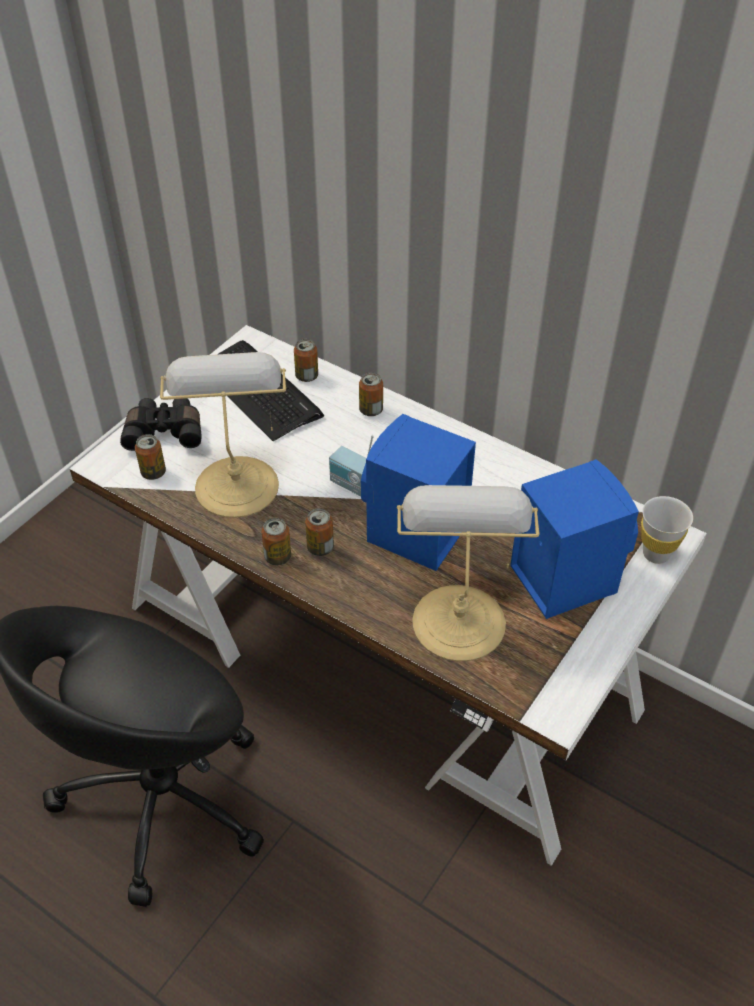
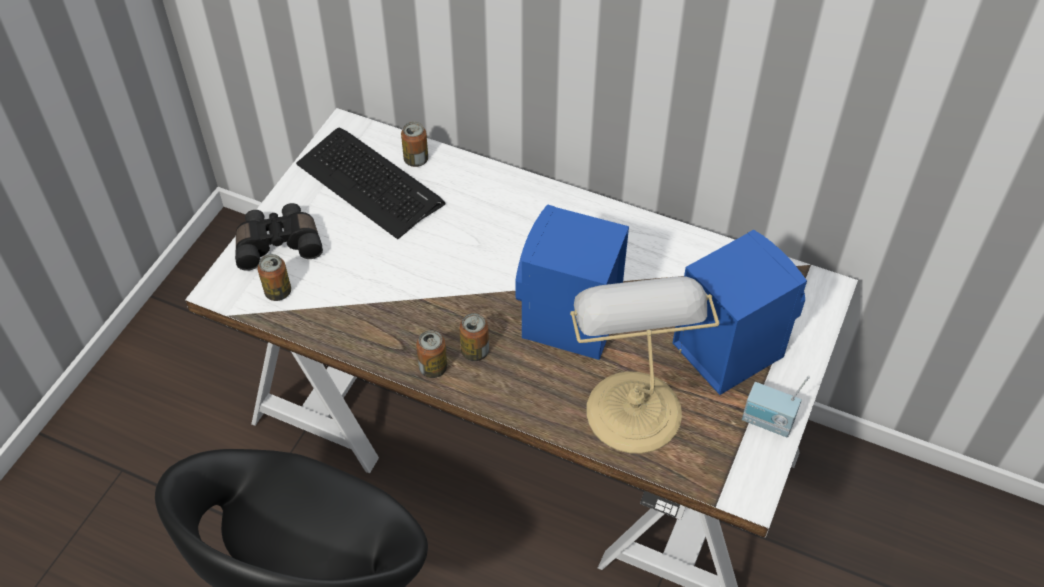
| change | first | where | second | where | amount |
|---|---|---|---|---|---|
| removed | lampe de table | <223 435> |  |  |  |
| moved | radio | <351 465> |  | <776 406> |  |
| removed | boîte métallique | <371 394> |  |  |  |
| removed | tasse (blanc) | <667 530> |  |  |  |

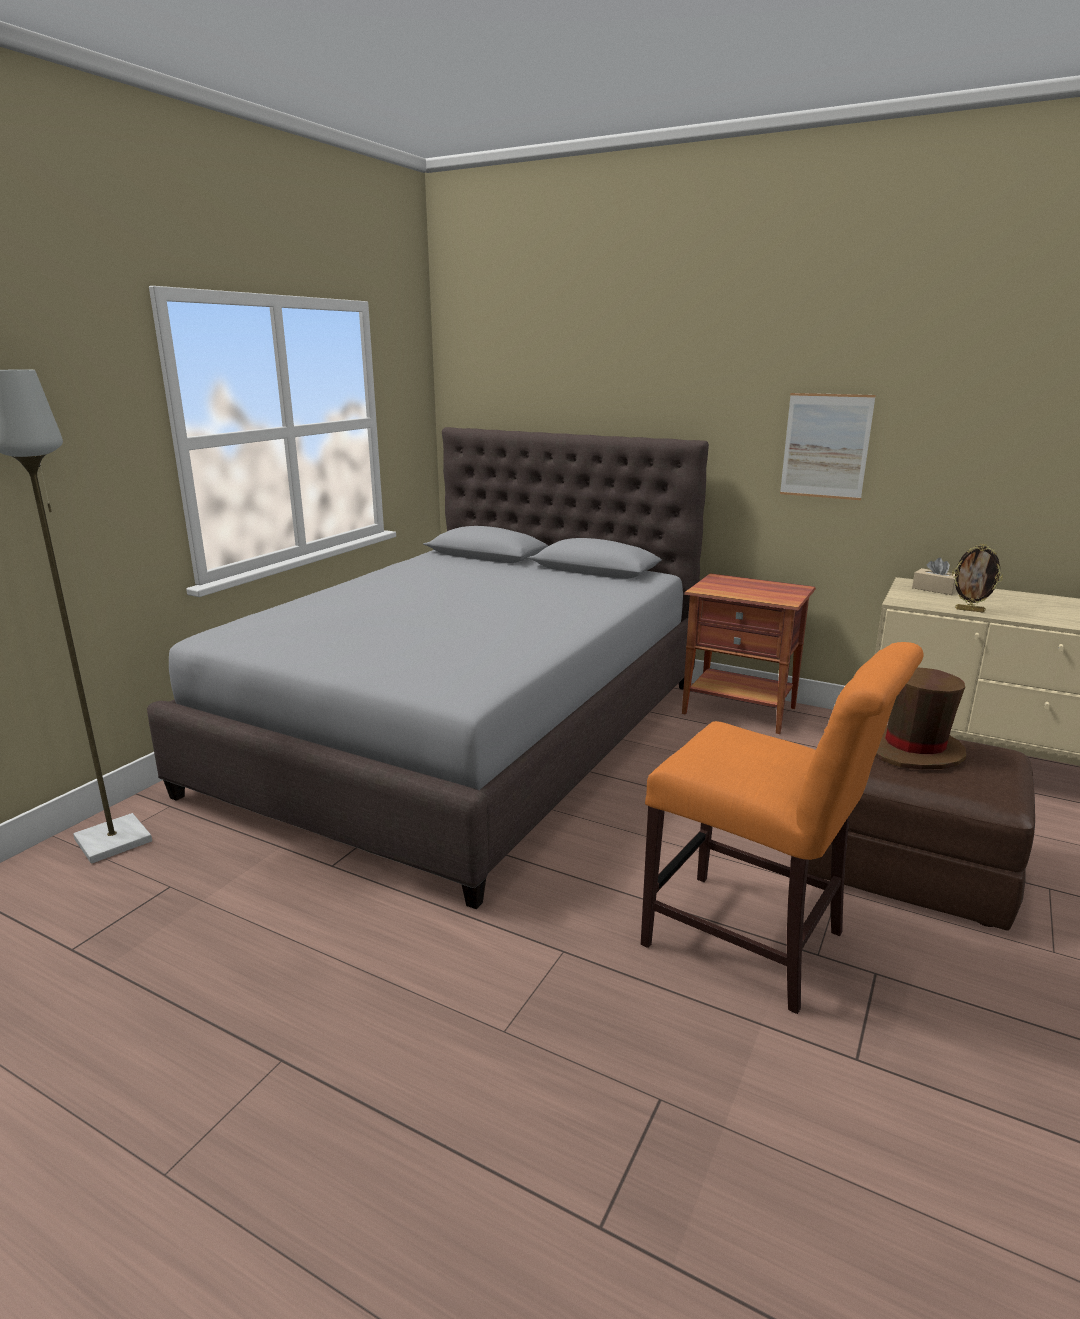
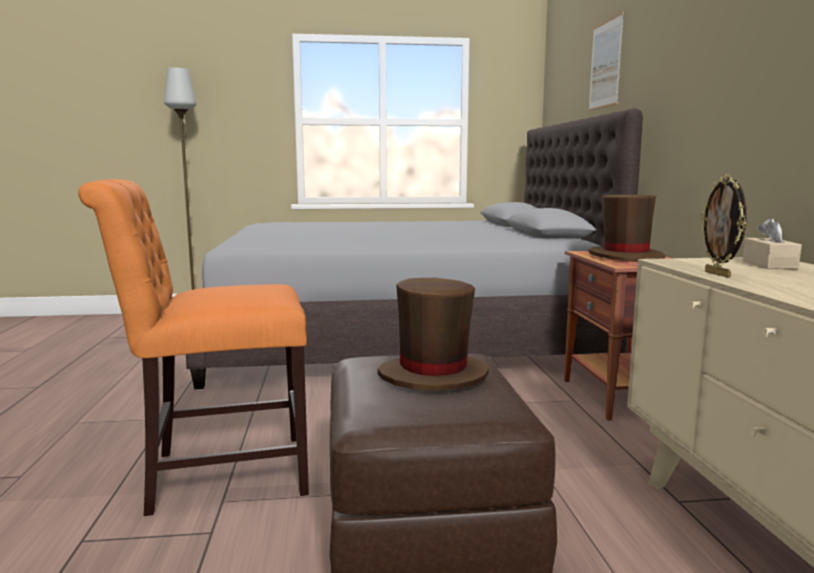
| change | first | where | second | where | amount |
|---|---|---|---|---|---|
| turned | chaise (orange) | <782 828> |  | <193 347> | 75 degrees clockwise |
| moved | tableau | <828 446> |  | <606 61> |  |
| added |  |  | chapeau (marron) | <627 228> |  |

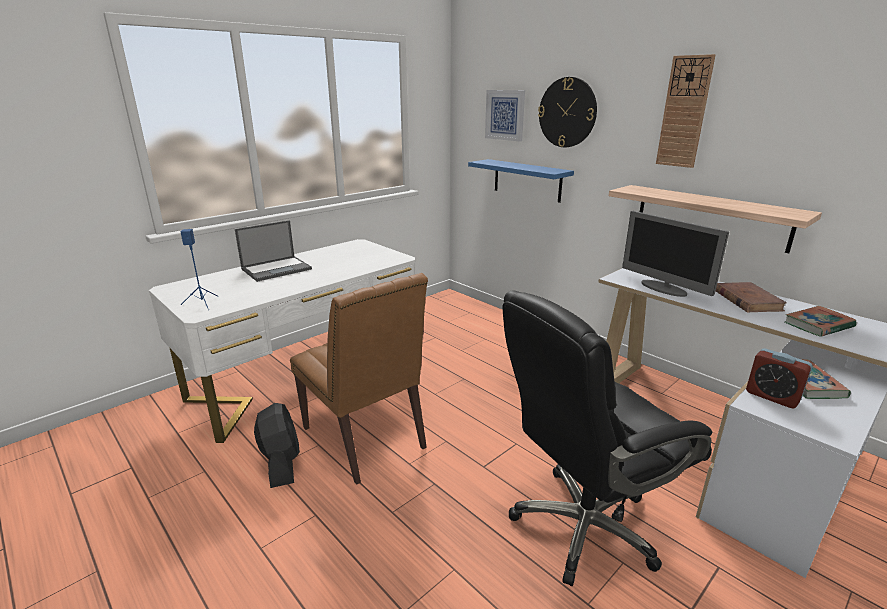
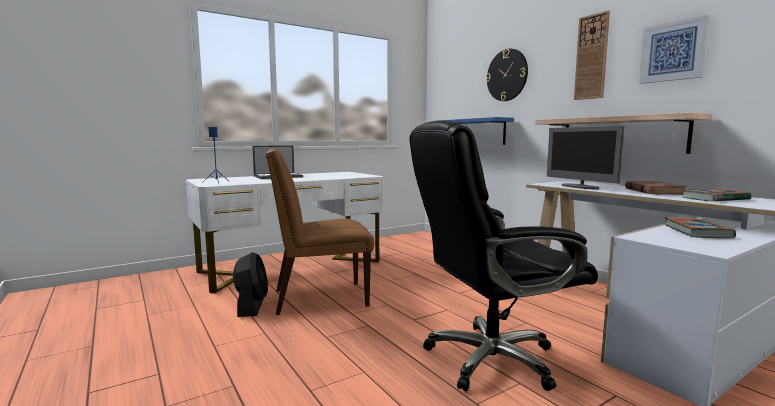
| change | first | where | second | where | amount |
|---|---|---|---|---|---|
| turned | chaise (marron) | <359 378> |  | <320 232> | 105 degrees clockwise |
| moved | tableau | <505 115> |  | <674 49> |  |
| removed | réveil | <779 378> |  |  |  |

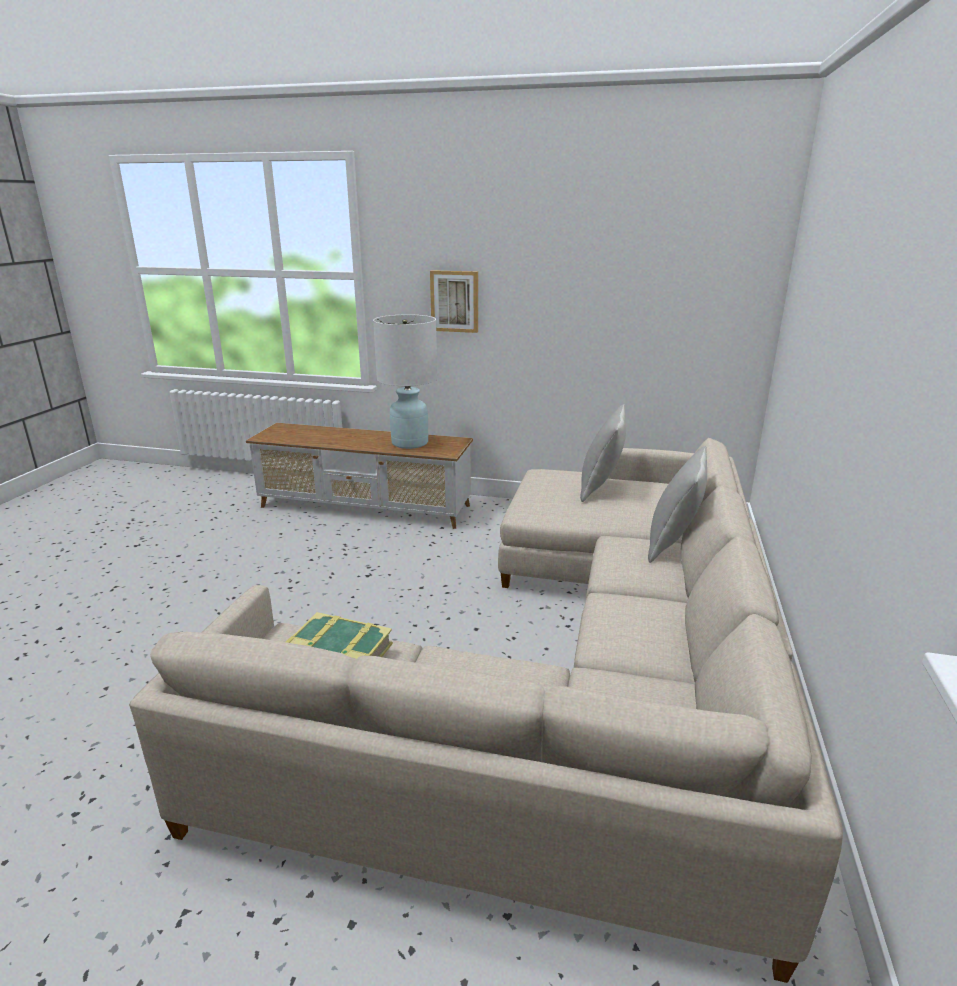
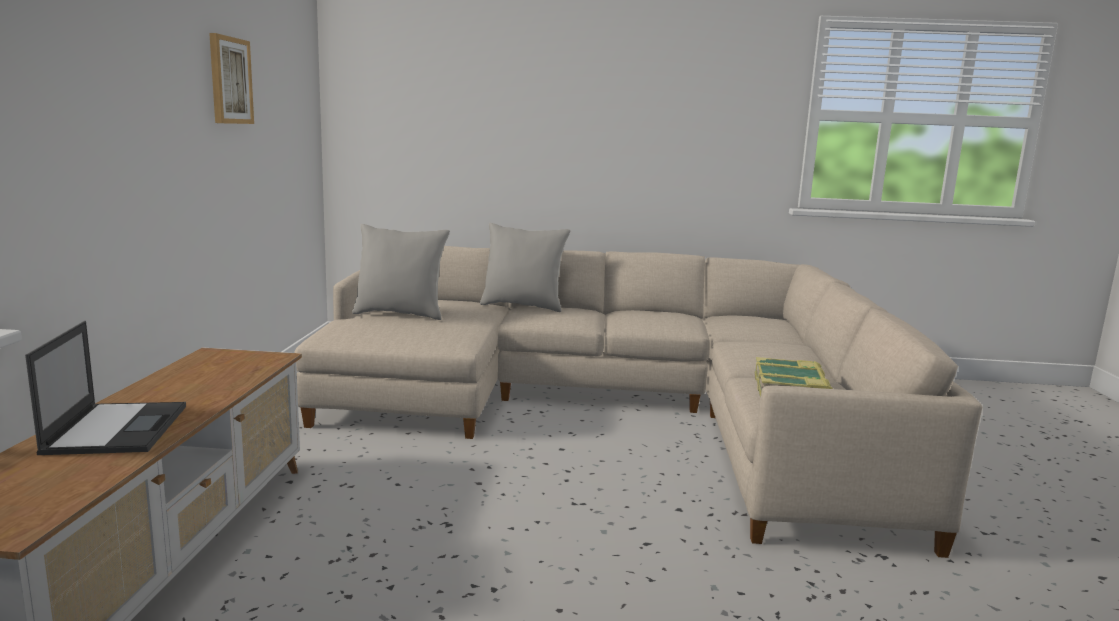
| change | first | where | second | where | amount |
|---|---|---|---|---|---|
| removed | lampe de table (blanc) | <405 381> |  |  |  |
| moved | tableau | <454 301> |  | <231 78> |  |
| added |  |  | ordinateur portable | <105 388> |  |

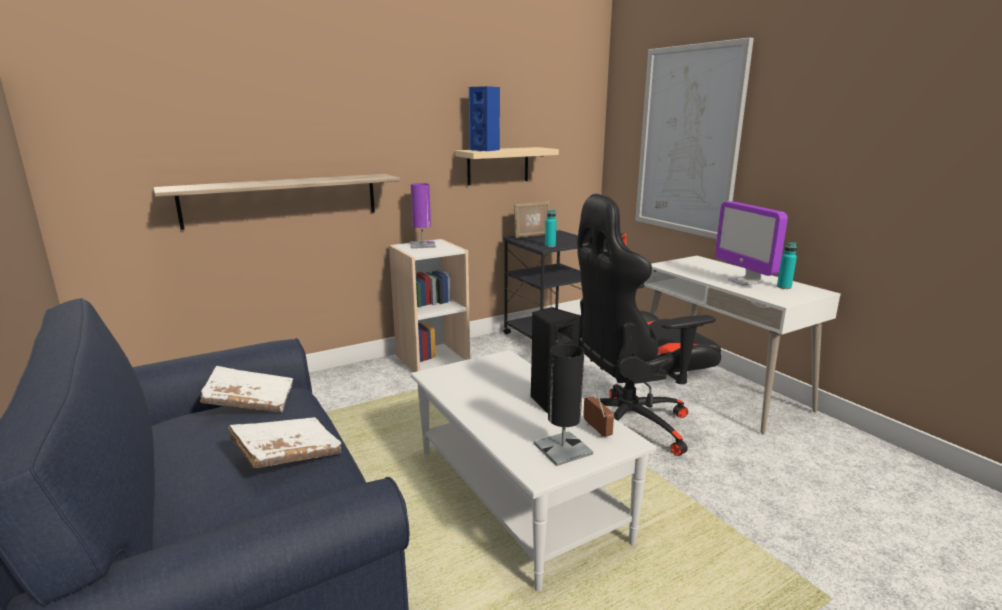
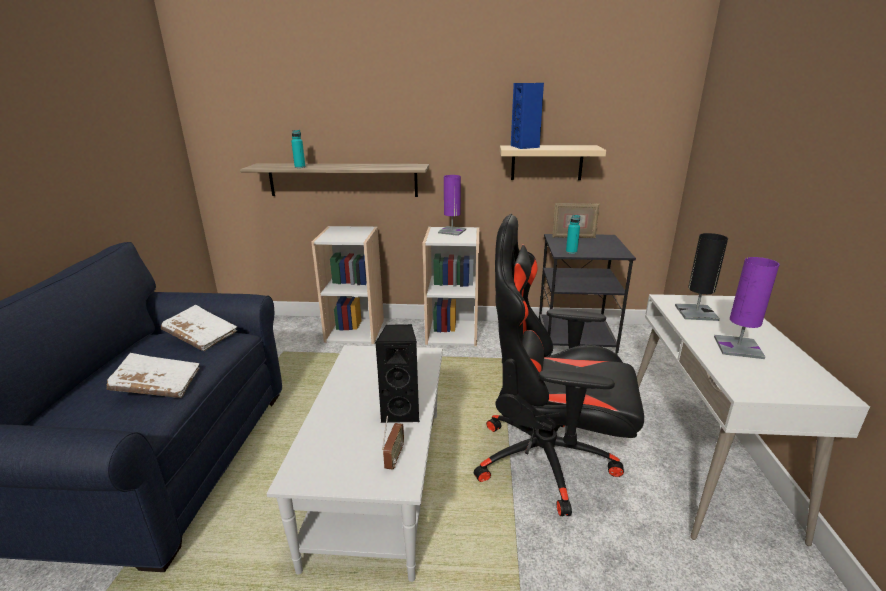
| change | first | where | second | where | amount |
|---|---|---|---|---|---|
| moved | lampe de table (noir) | <563 405> |  | <701 277> |  |
| removed | tableau | <694 138> |  |  |  |
| replaced | écran d'ordinateur | <751 243> | lampe de table (violet) | <747 308> |  |
| moved | bouteille (turquoise) | <787 265> |  | <298 149> |  |
| added |  |  | bibliothèque | <347 285> |  |

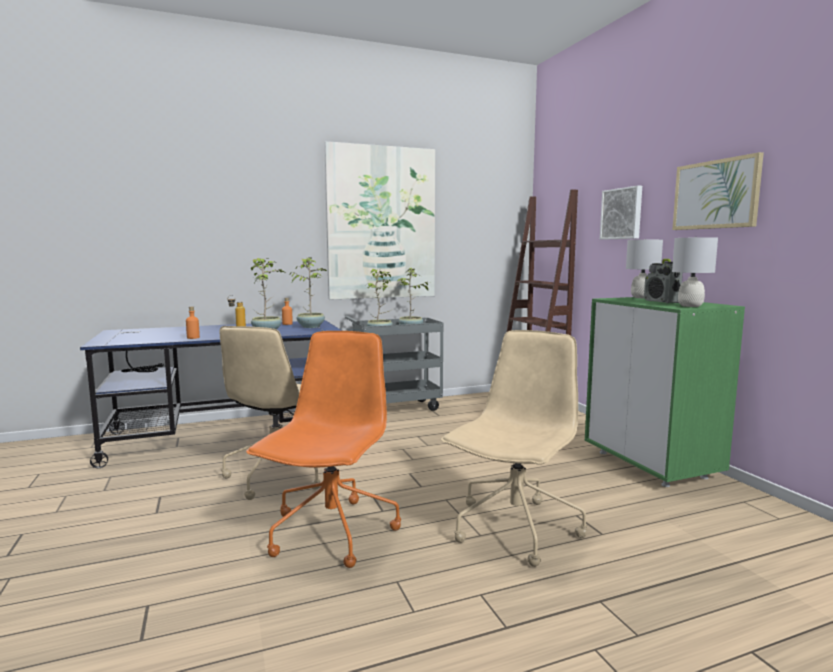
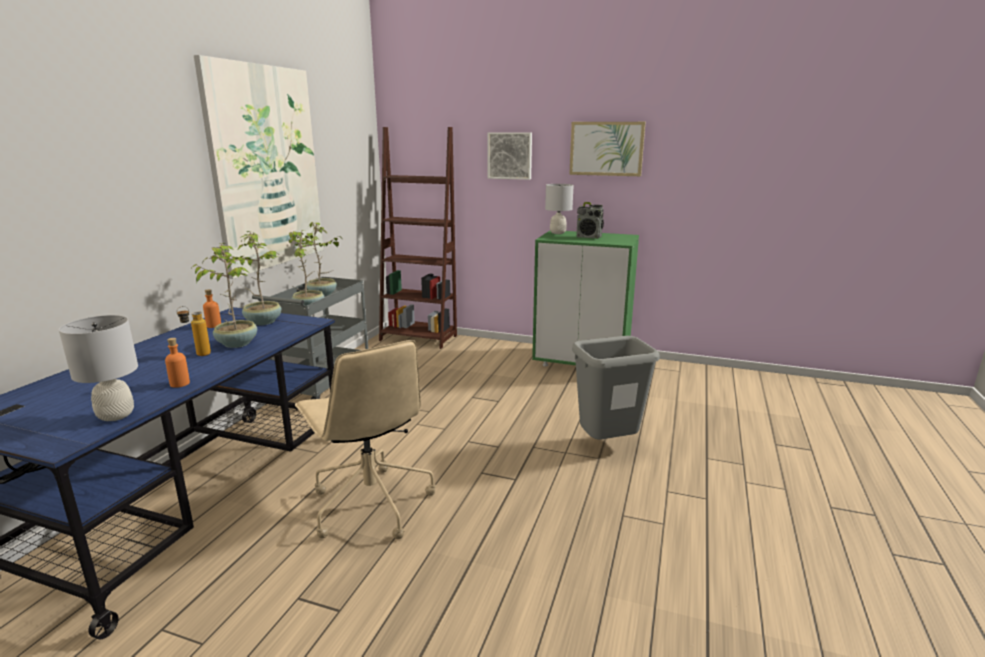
| change | first | where | second | where | amount |
|---|---|---|---|---|---|
| removed | chaise de bureau (orange) | <323 449> |  |  |  |
| replaced | chaise de bureau (beige) | <514 448> | poubelle (gris) | <616 388> |  |
| moved | lampe de table (gris) | <695 272> |  | <98 368> |  |

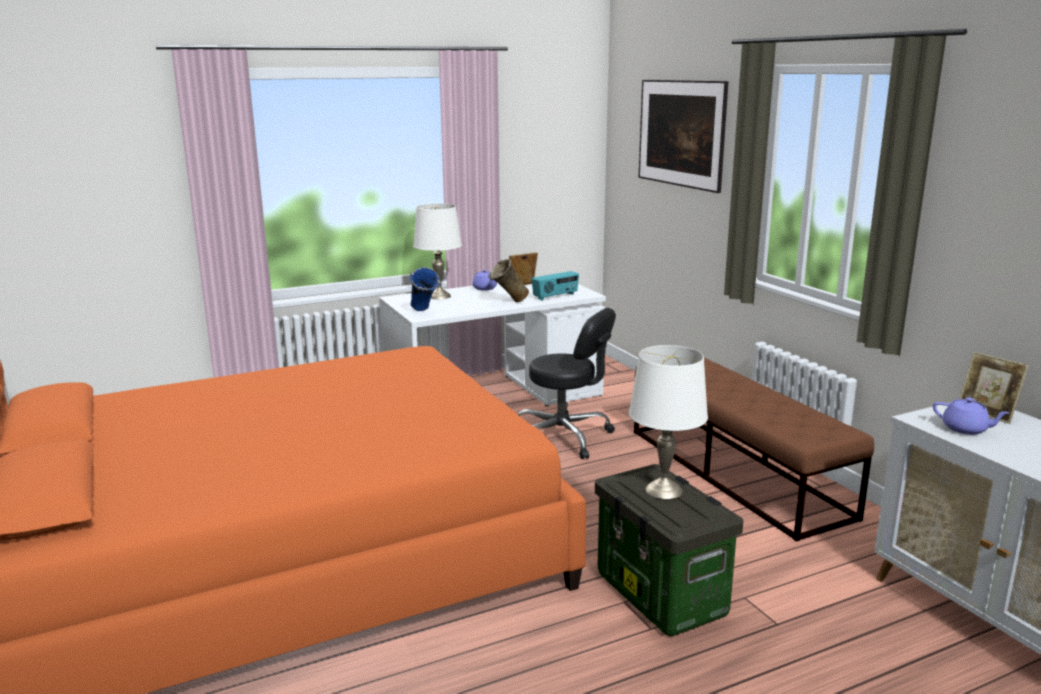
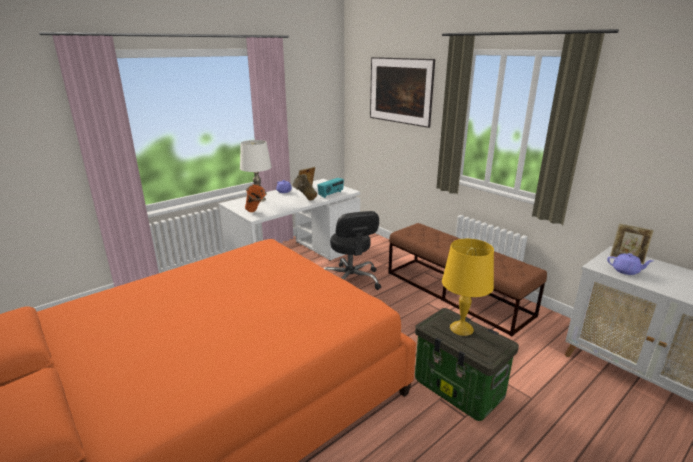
| change | first | where | second | where | amount |
|---|---|---|---|---|---|
| recoloured | vase (bleu) | <425 289> | vase (orange) | <256 198> |  |
| turned | chaise de bureau (noir) | <567 383> |  | <352 250> | 60 degrees clockwise |
| recoloured | lampe de table (blanc) | <668 422> | lampe de table (jaune) | <468 287> |  |

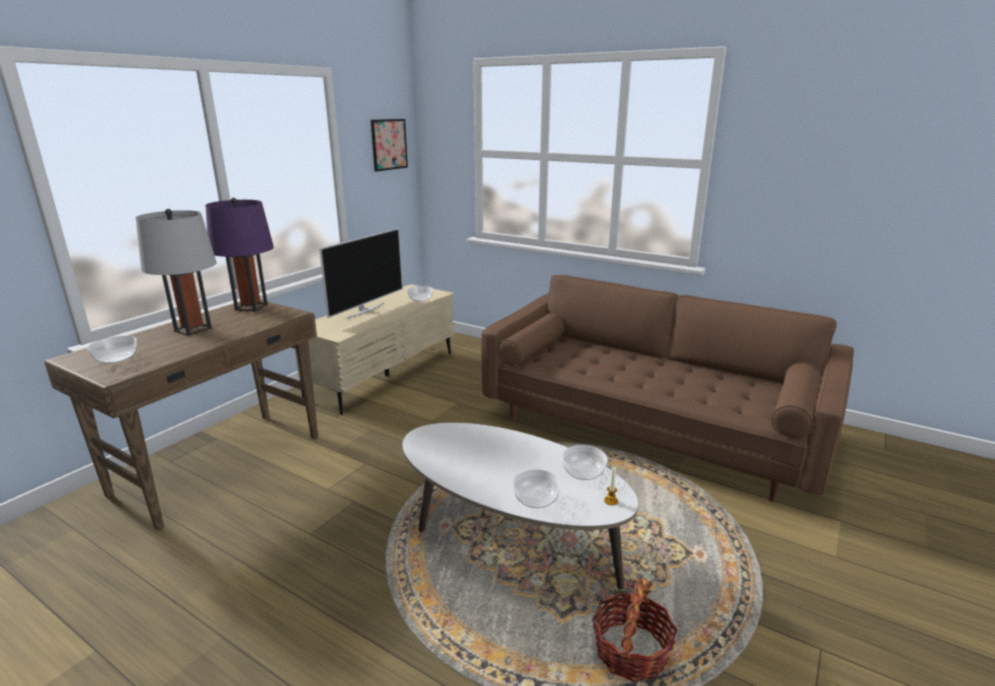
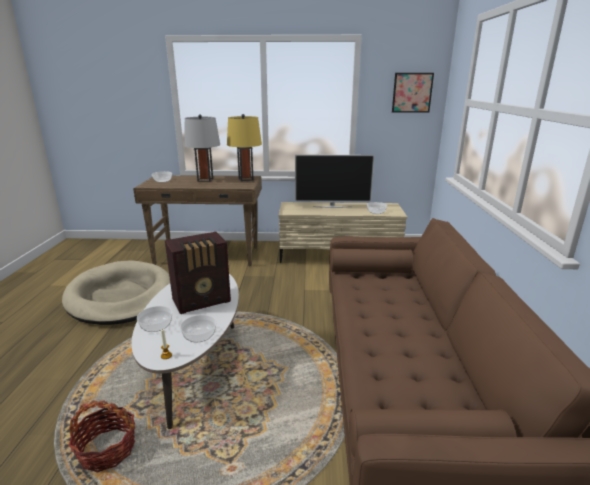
| change | first | where | second | where | amount |
|---|---|---|---|---|---|
| recoloured | lampe de table (violet) | <239 255> | lampe de table (jaune) | <244 147> |  |
| added |  |  | panier pour chien (beige) | <116 292> |  |
| added |  |  | radio | <198 273> |  |

